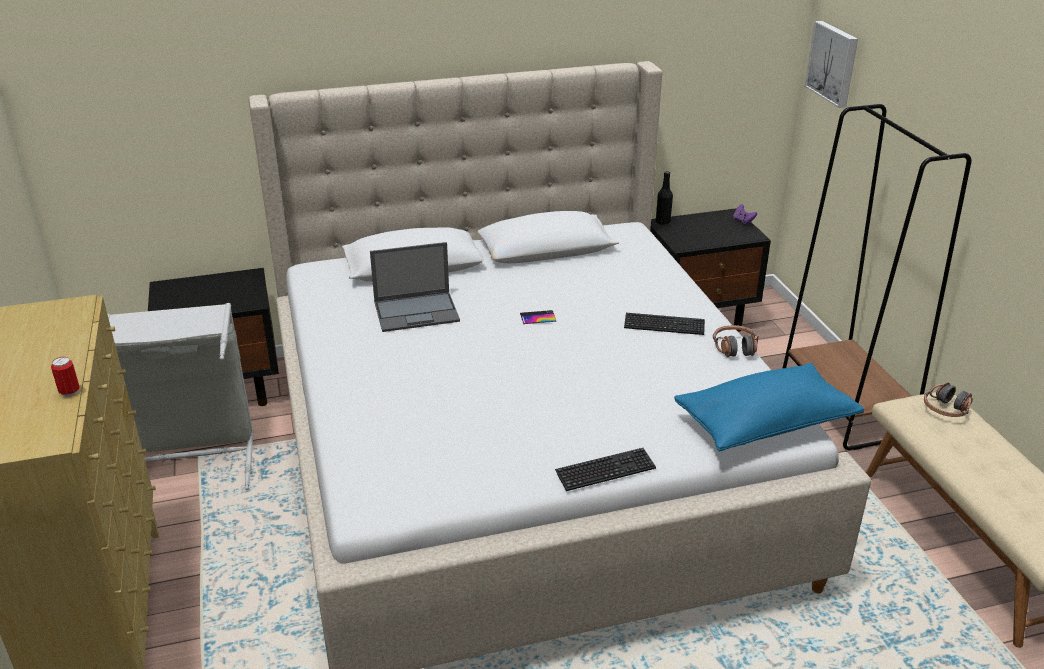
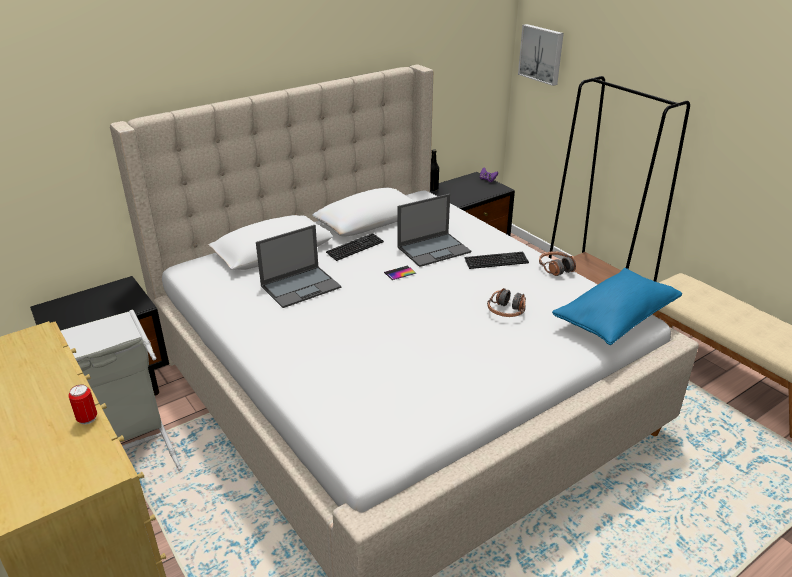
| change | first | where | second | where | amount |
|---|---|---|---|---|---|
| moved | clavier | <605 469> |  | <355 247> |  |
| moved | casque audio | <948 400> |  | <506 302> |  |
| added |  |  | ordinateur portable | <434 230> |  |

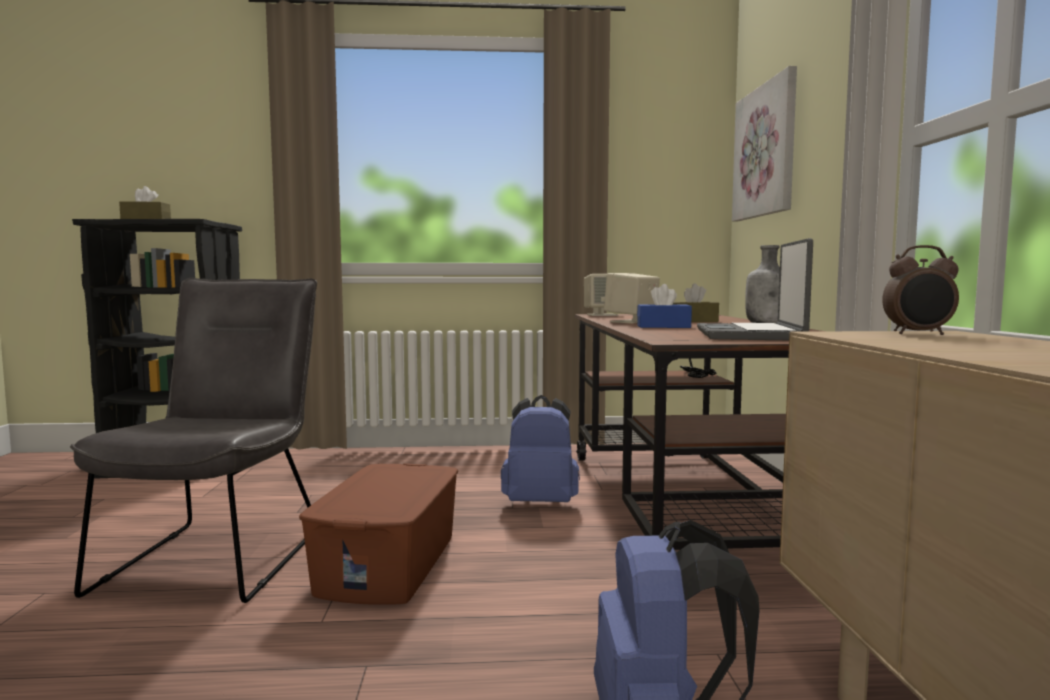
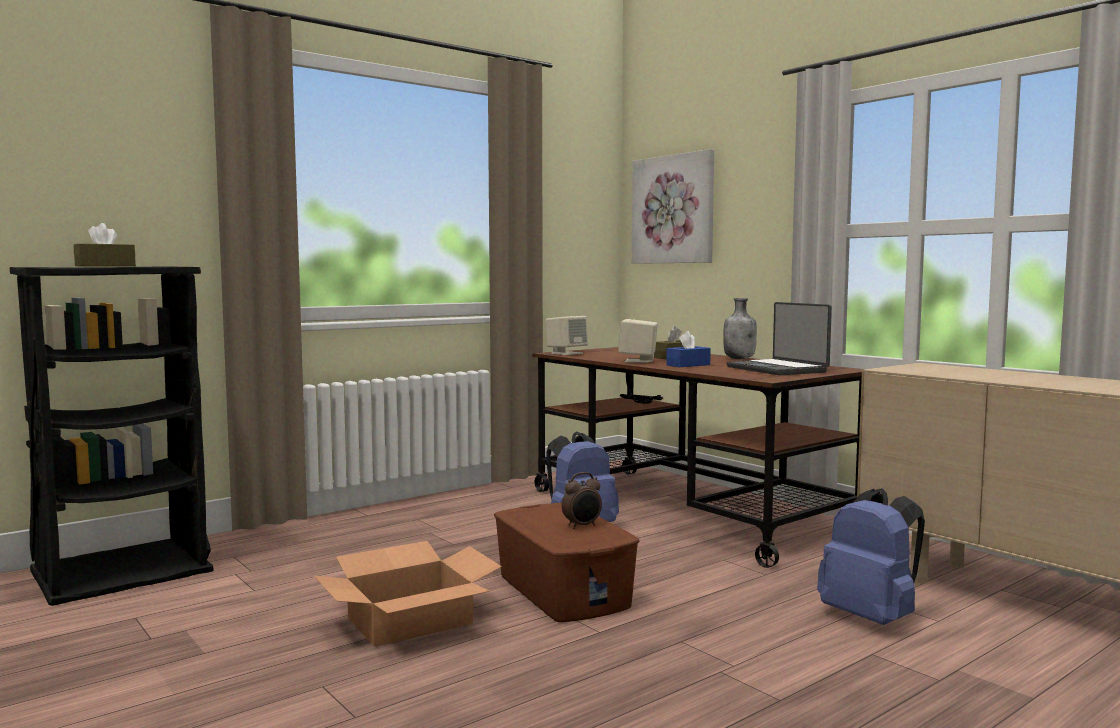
| change | first | where | second | where | amount |
|---|---|---|---|---|---|
| replaced | chaise (gris) | <193 440> | carton | <408 594> |  |
| moved | réveil | <920 290> |  | <582 500> |  |

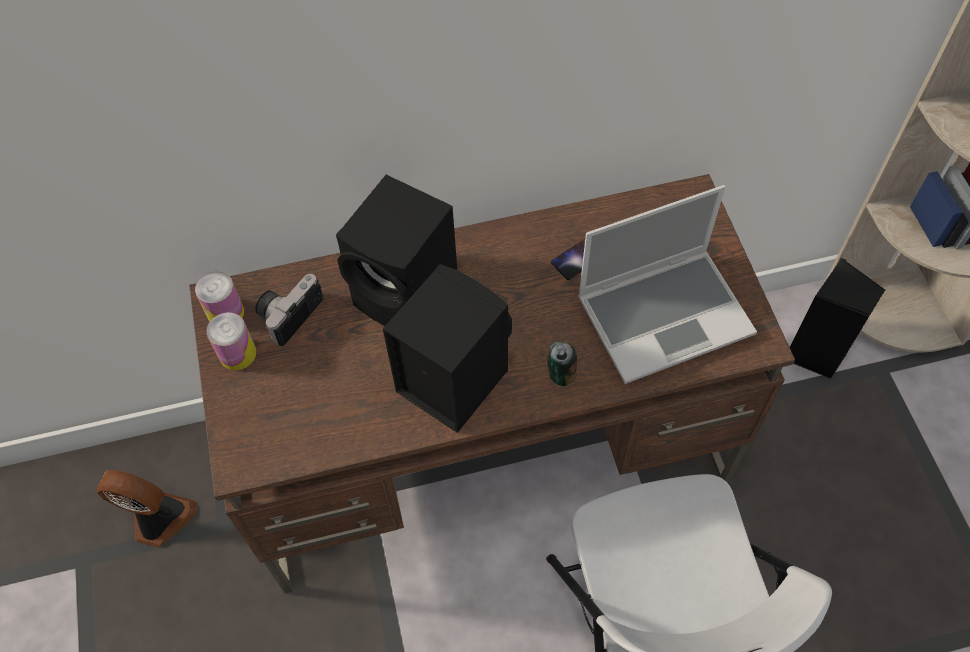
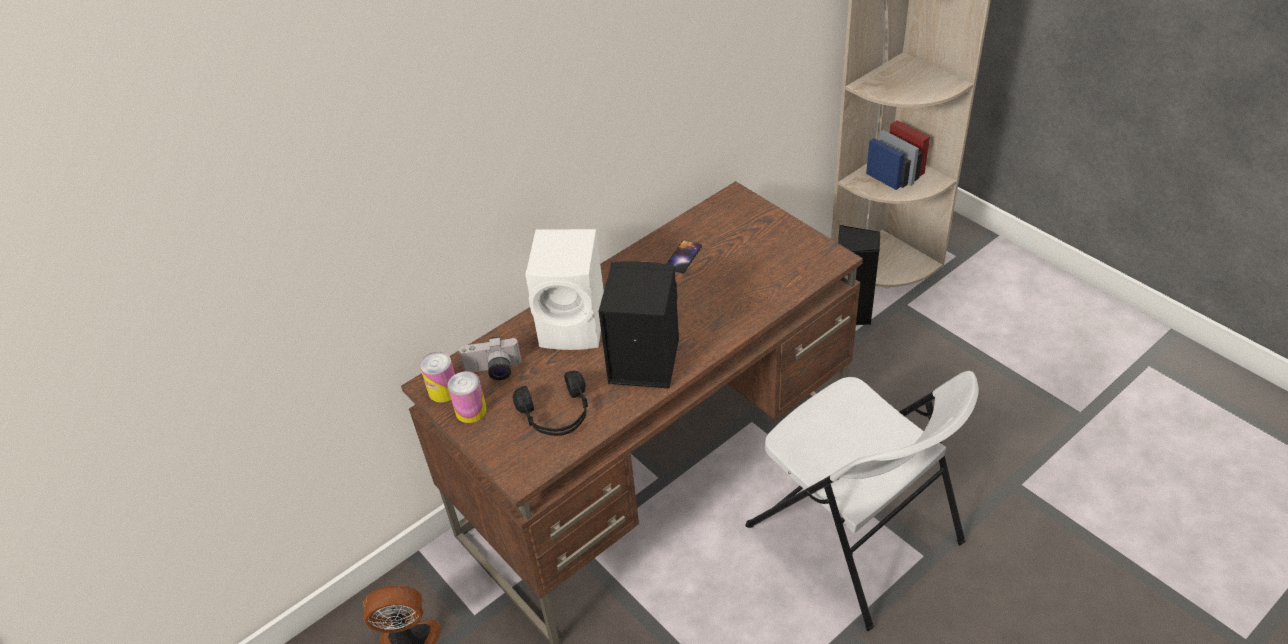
| change | first | where | second | where | amount |
|---|---|---|---|---|---|
| turned | appareil photo | <289 310> |  | <490 358> | 105 degrees counterclockwise |
| recoloured | enceinte (noir) | <396 250> | enceinte (blanc) | <564 289> |  |
| removed | boîte métallique | <562 364> |  |  |  |
| removed | ordinateur portable | <667 284> |  |  |  |
| added |  |  | casque audio (noir) | <550 403> |  |

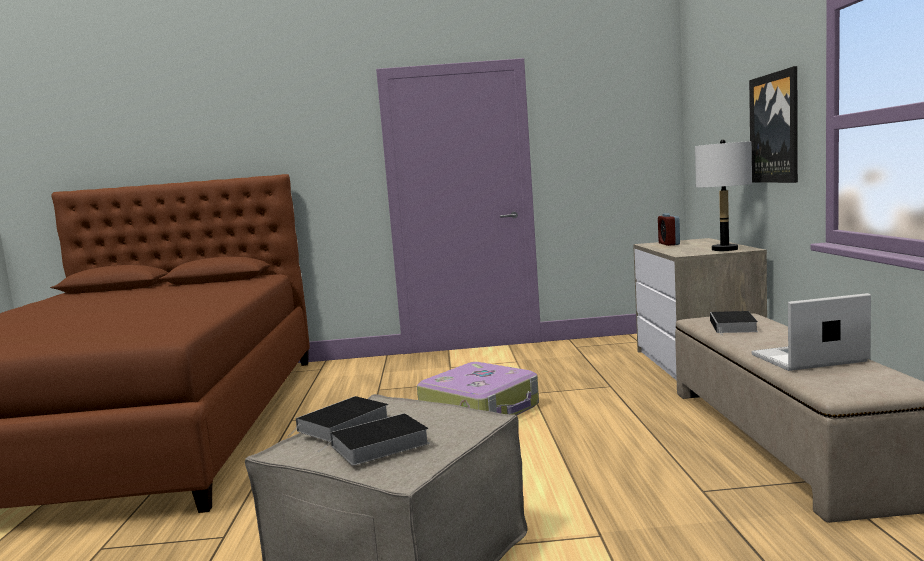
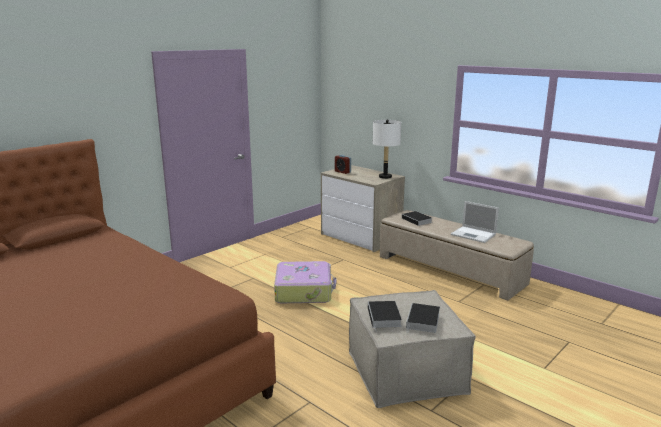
| change | first | where | second | where | amount |
|---|---|---|---|---|---|
| removed | tableau | <773 124> |  |  |  |
| turned | ordinateur portable | <811 332> |  | <475 222> | 90 degrees counterclockwise |

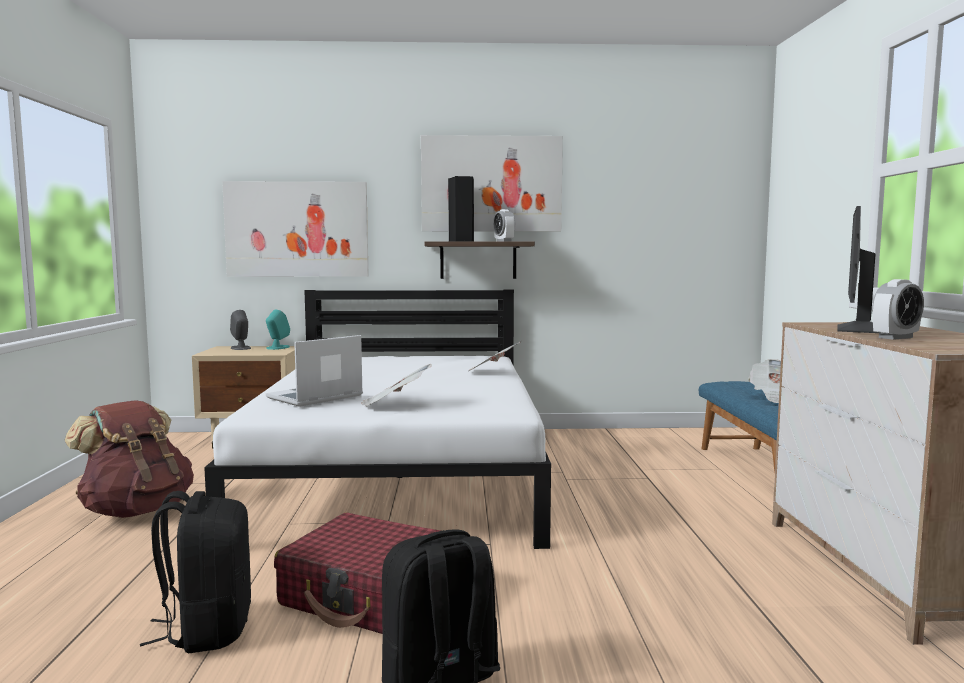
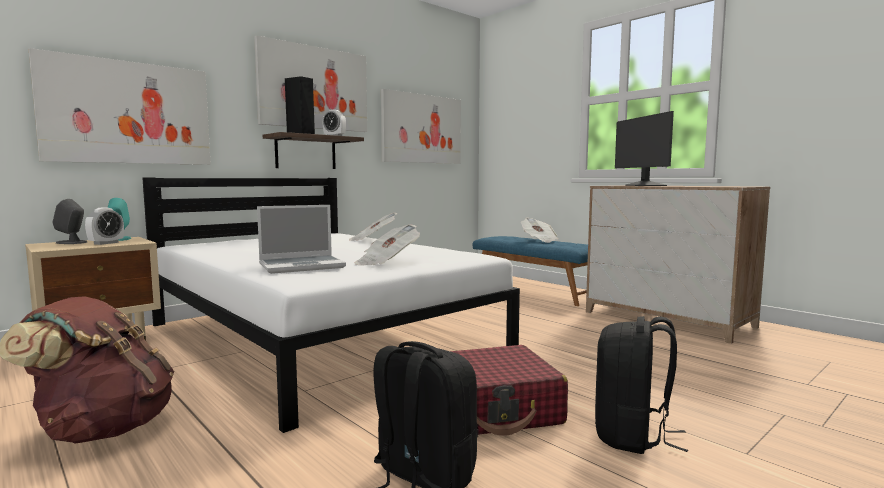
| change | first | where | second | where | amount |
|---|---|---|---|---|---|
| turned | ordinateur portable | <314 371> |  | <301 239> | 120 degrees counterclockwise |
| moved | réveil | <898 309> |  | <104 226> |  |
| added |  |  | tableau | <421 126> |  |

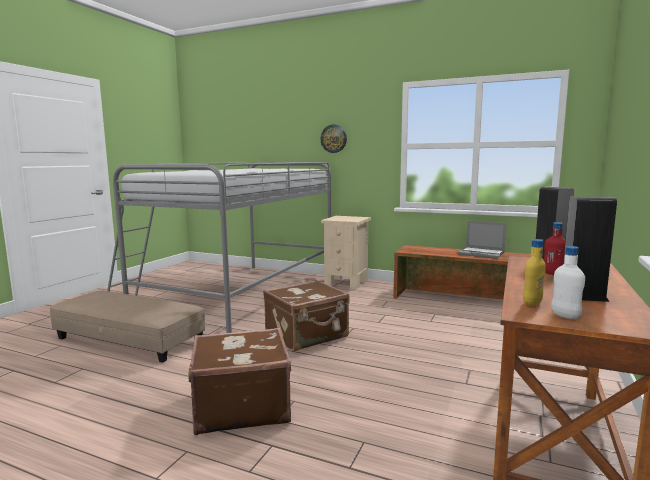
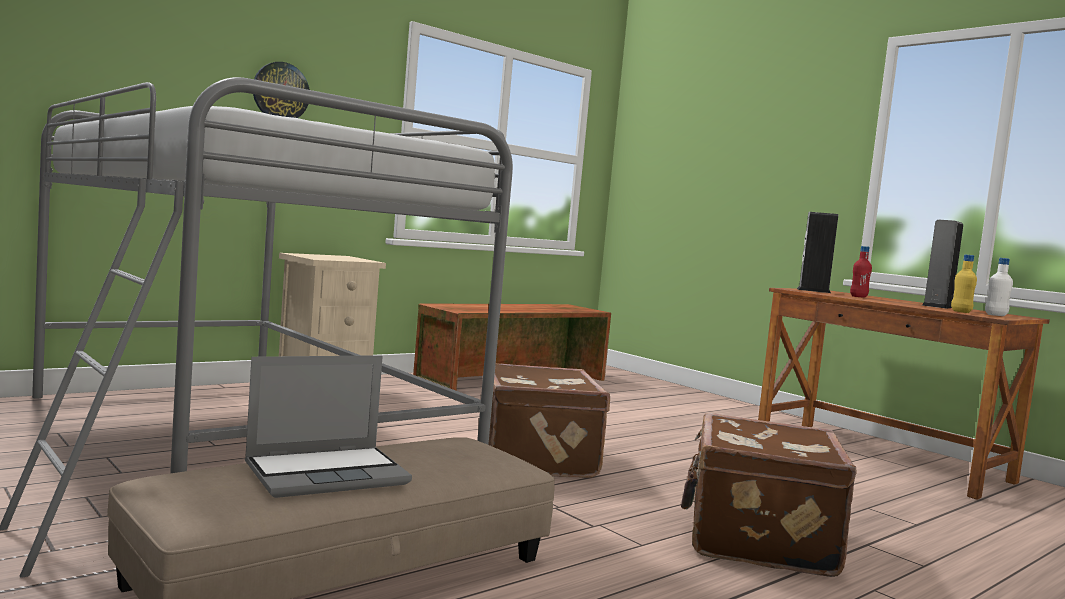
| change | first | where | second | where | amount |
|---|---|---|---|---|---|
| moved | ordinateur portable | <482 240> |  | <328 426> |  |

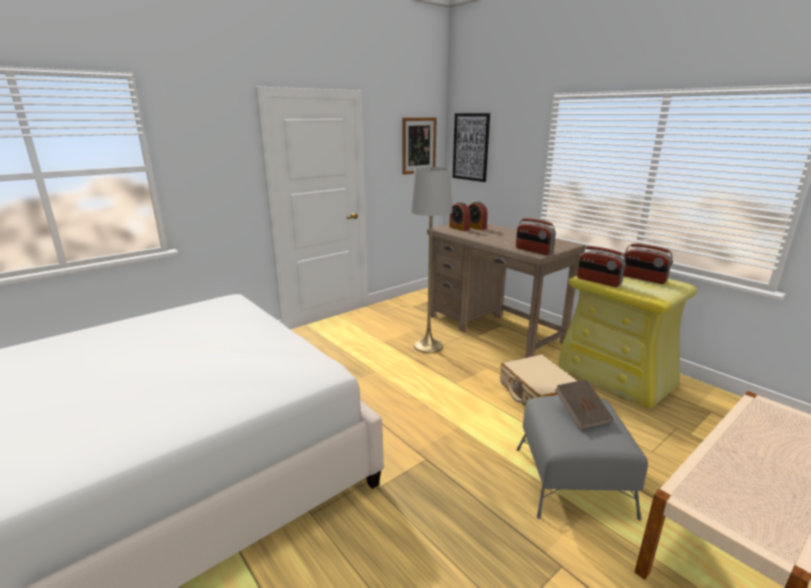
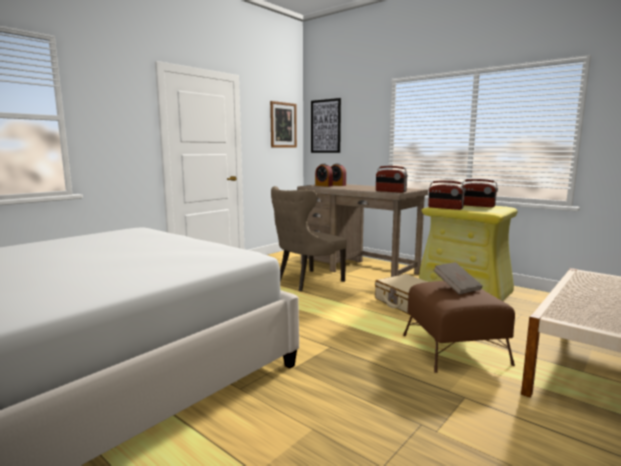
| change | first | where | second | where | amount |
|---|---|---|---|---|---|
| replaced | lampadaire (gris) | <431 260> | chaise (beige) | <309 238> |  |
| recoloured | pouf (gris) | <582 458> | pouf (marron) | <459 327> |  |

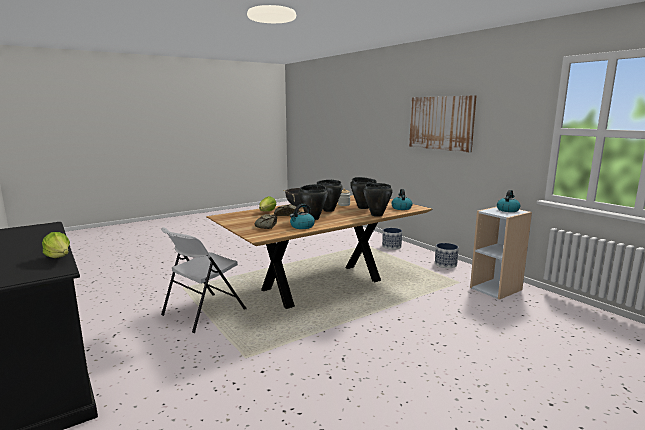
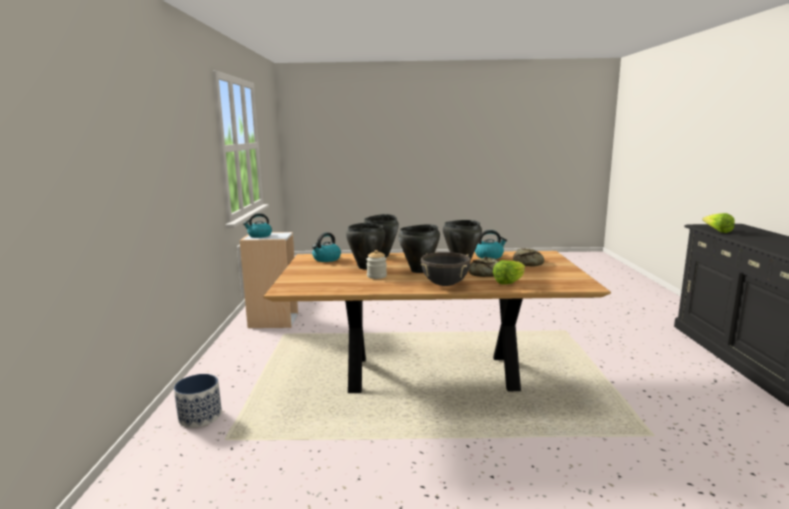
| change | first | where | second | where | amount |
|---|---|---|---|---|---|
| removed | chaise (blanc) | <203 280> |  |  |  |
| removed | tableau | <443 123> |  |  |  |
| removed | cache-pot | <447 255> |  |  |  |

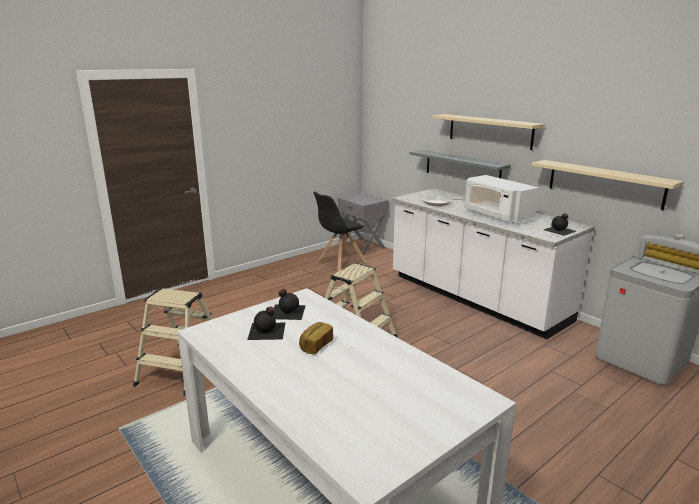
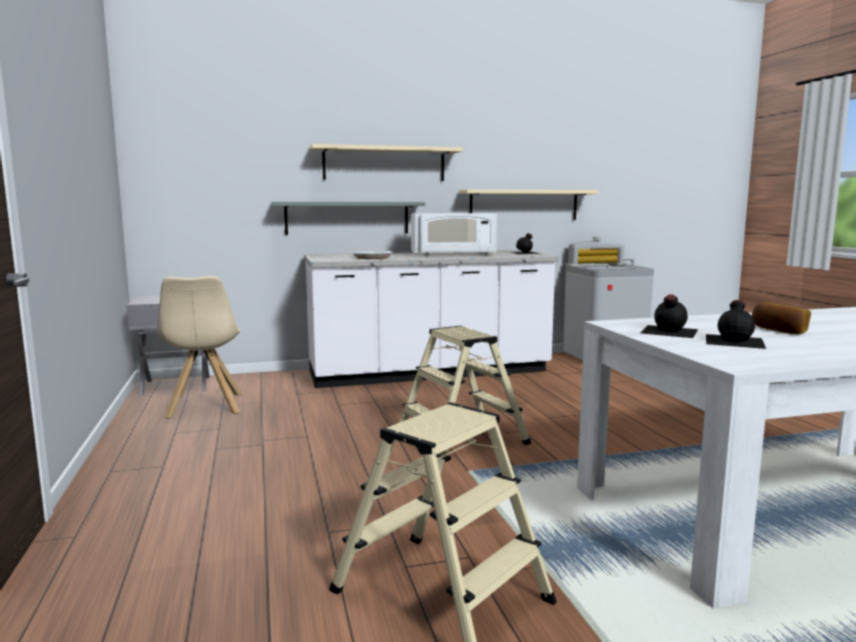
| change | first | where | second | where | amount |
|---|---|---|---|---|---|
| recoloured | chaise (noir) | <340 231> | chaise (beige) | <199 347> |  |

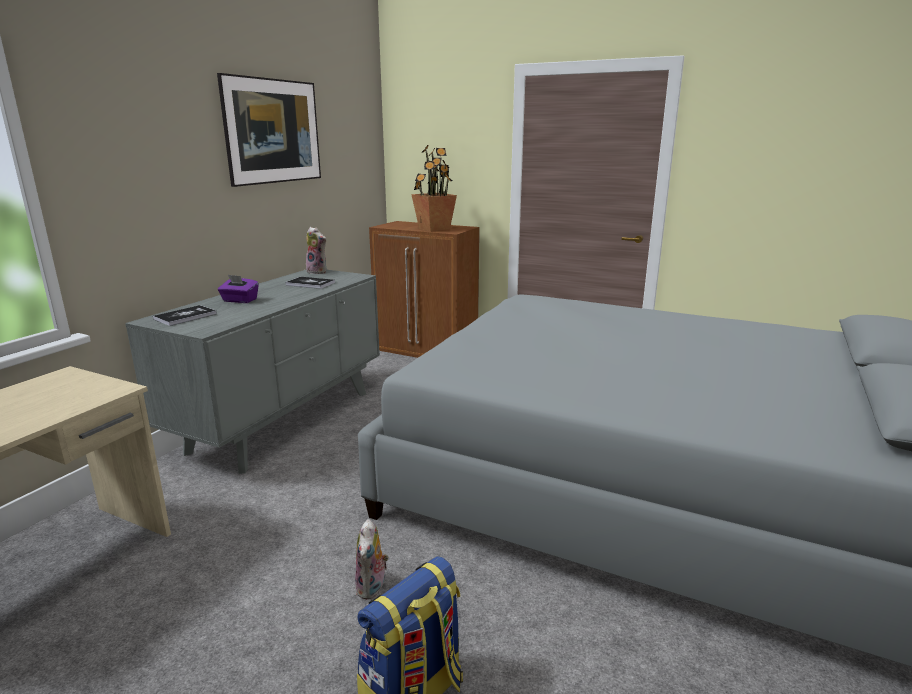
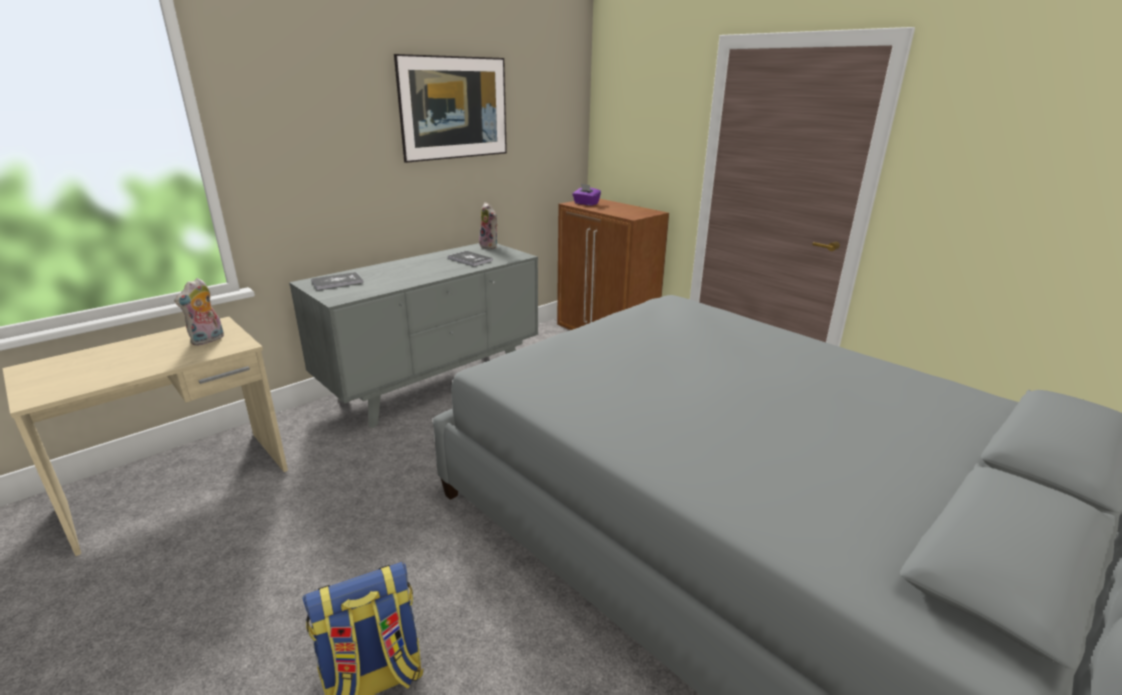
| change | first | where | second | where | amount |
|---|---|---|---|---|---|
| moved | boîte à mouchoirs (violet) | <238 289> |  | <586 195> |  |
| moved | peluche | <372 559> |  | <199 312> |  |
| removed | plante en pot | <434 188> |  |  |  |

